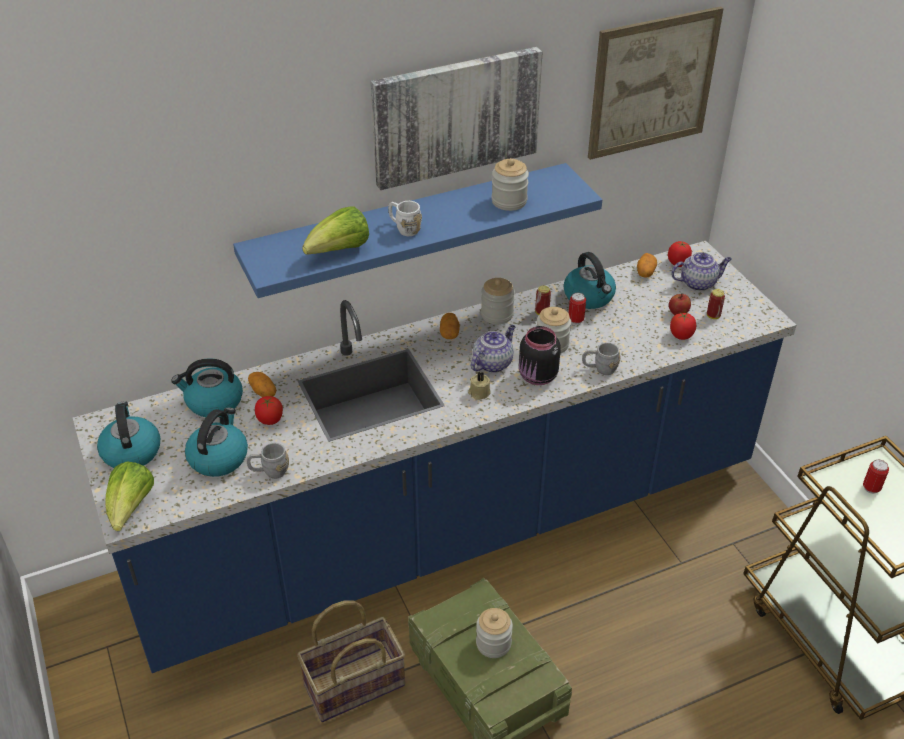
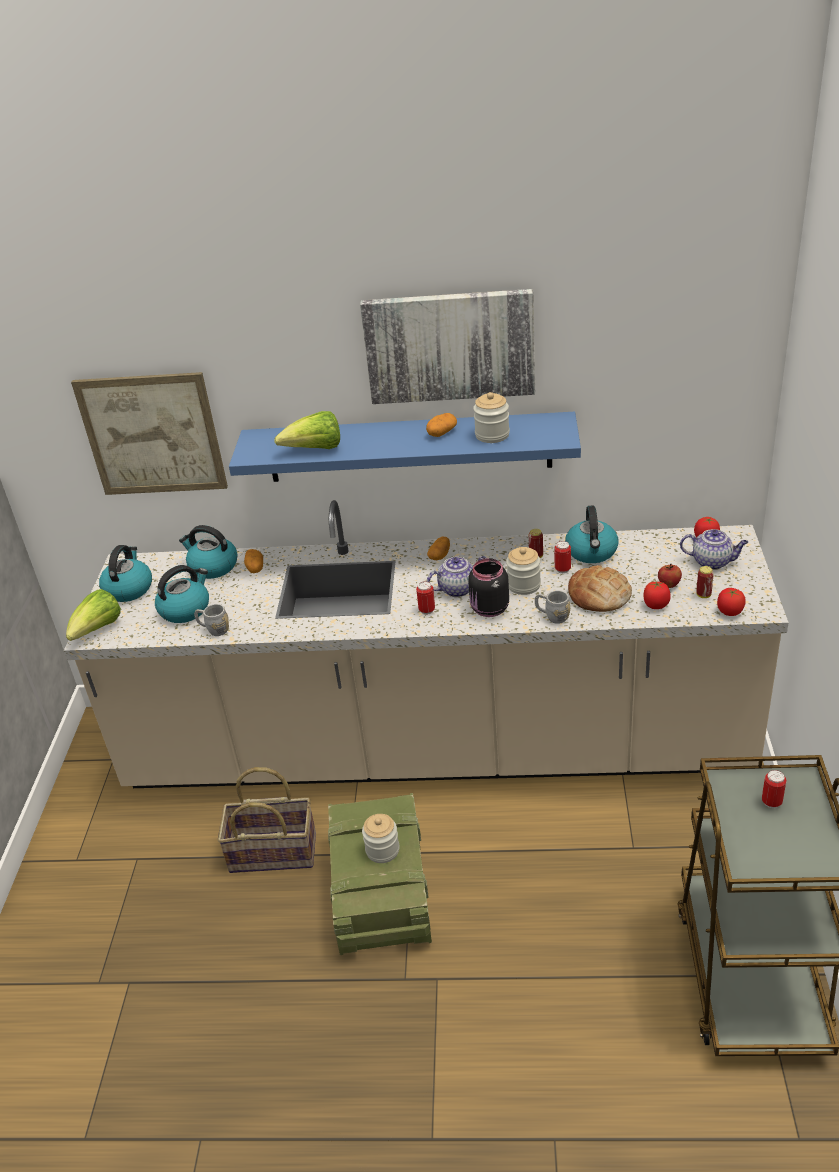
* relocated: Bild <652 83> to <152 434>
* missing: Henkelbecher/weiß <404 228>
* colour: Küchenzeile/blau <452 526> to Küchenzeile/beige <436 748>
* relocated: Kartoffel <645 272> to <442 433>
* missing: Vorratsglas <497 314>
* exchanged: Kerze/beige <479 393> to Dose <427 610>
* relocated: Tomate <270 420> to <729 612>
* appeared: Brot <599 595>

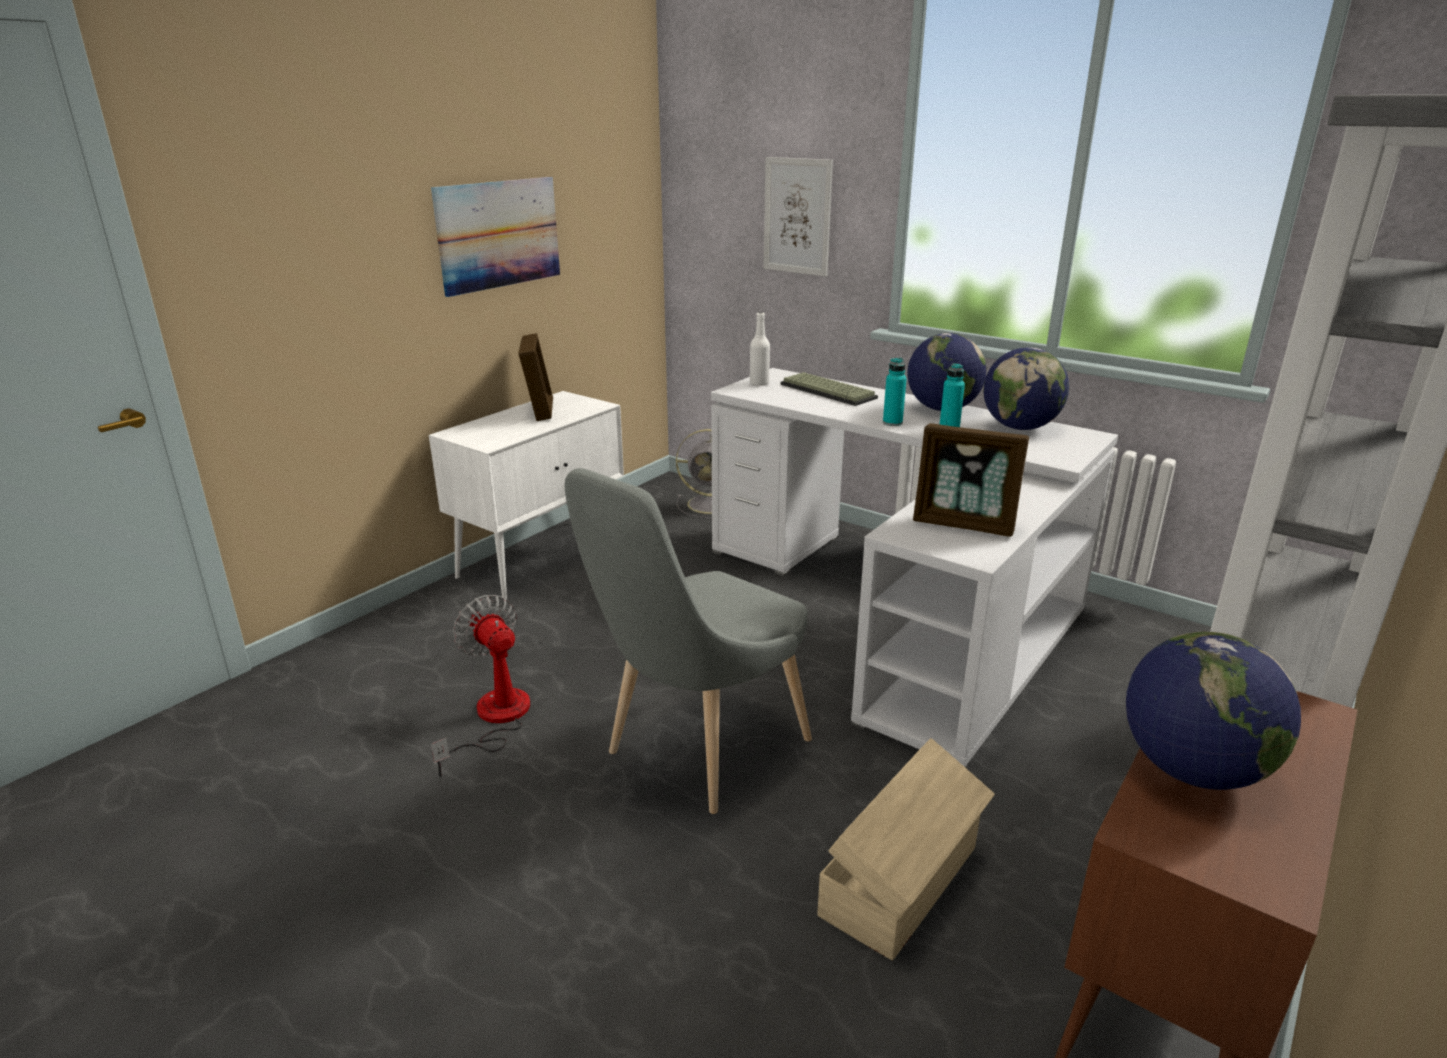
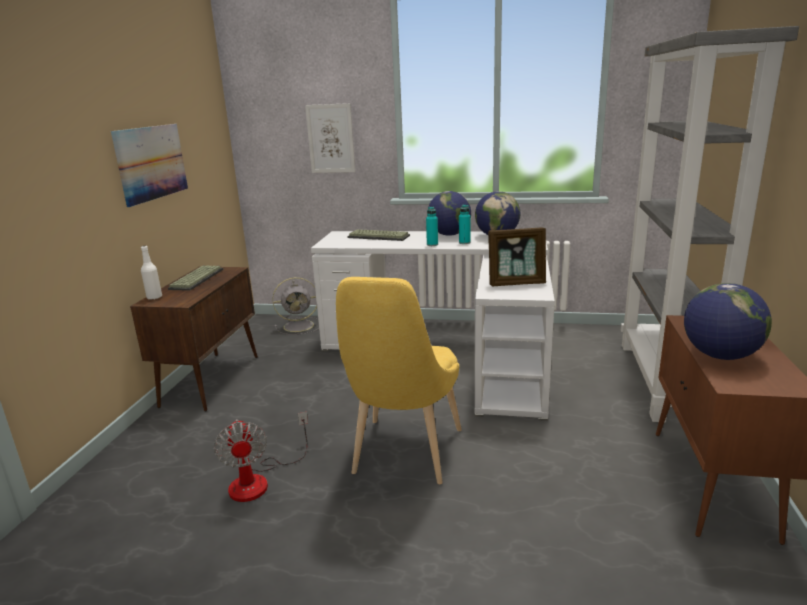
* relocated: Flasche/weiß <759 383> to <154 297>
* exchanged: Bilderrahmen <539 410> to Tastatur <196 279>
* colour: Schrank/weiß <543 557> to Schrank/braun <212 380>
* colour: Stuhl/grau <698 752> to Stuhl/gelb <404 456>
* spun: Ventilator <494 719> = <259 480> 135 degrees counterclockwise
* missing: Aufbewahrungsbox/beige <903 881>

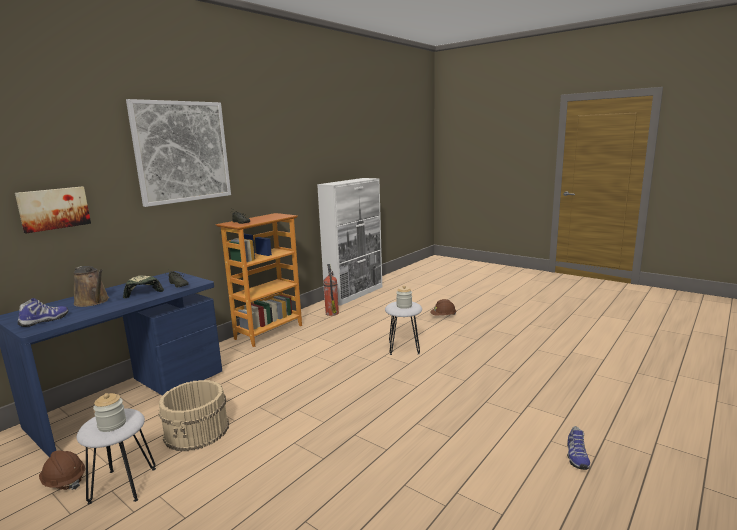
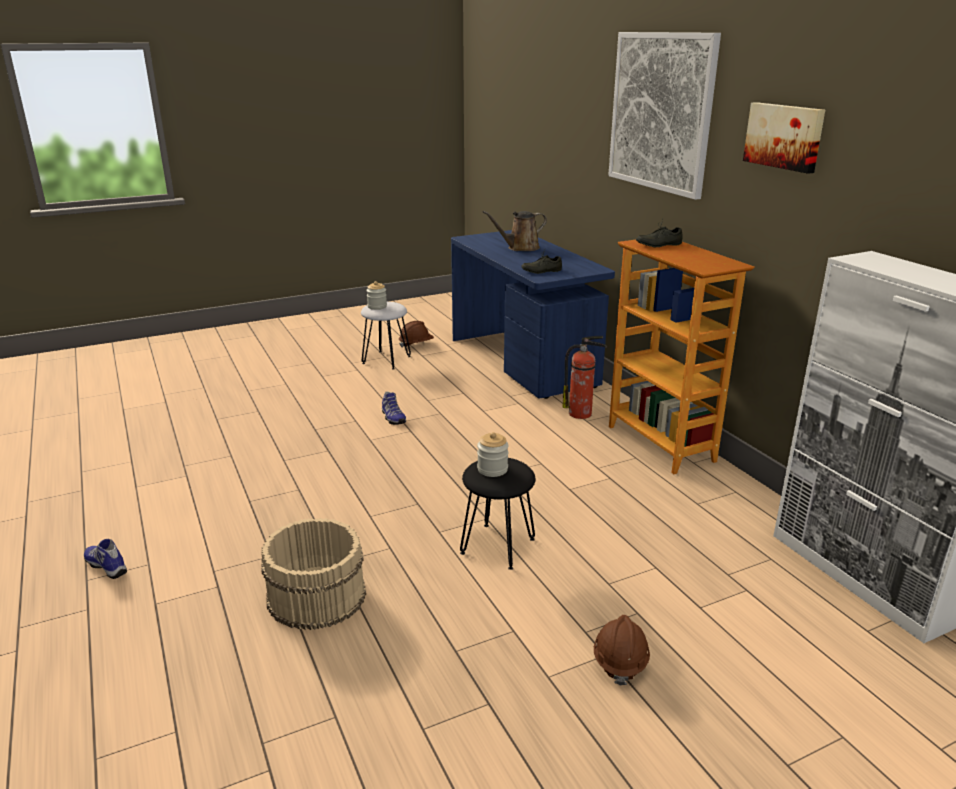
* relocated: Bild <53 208> to <784 136>
* relocated: Feuerlöscher <332 313> to <581 414>
* missing: Kappe <142 292>
* relocated: Schuh <45 321> to <392 418>
* colour: Hocker/weiß <404 347> to Hocker/schwarz <498 546>
* relocated: Eimer/beige <197 431> to <315 596>

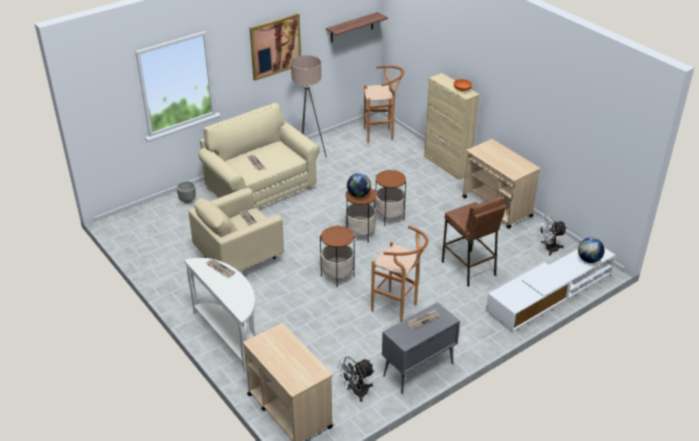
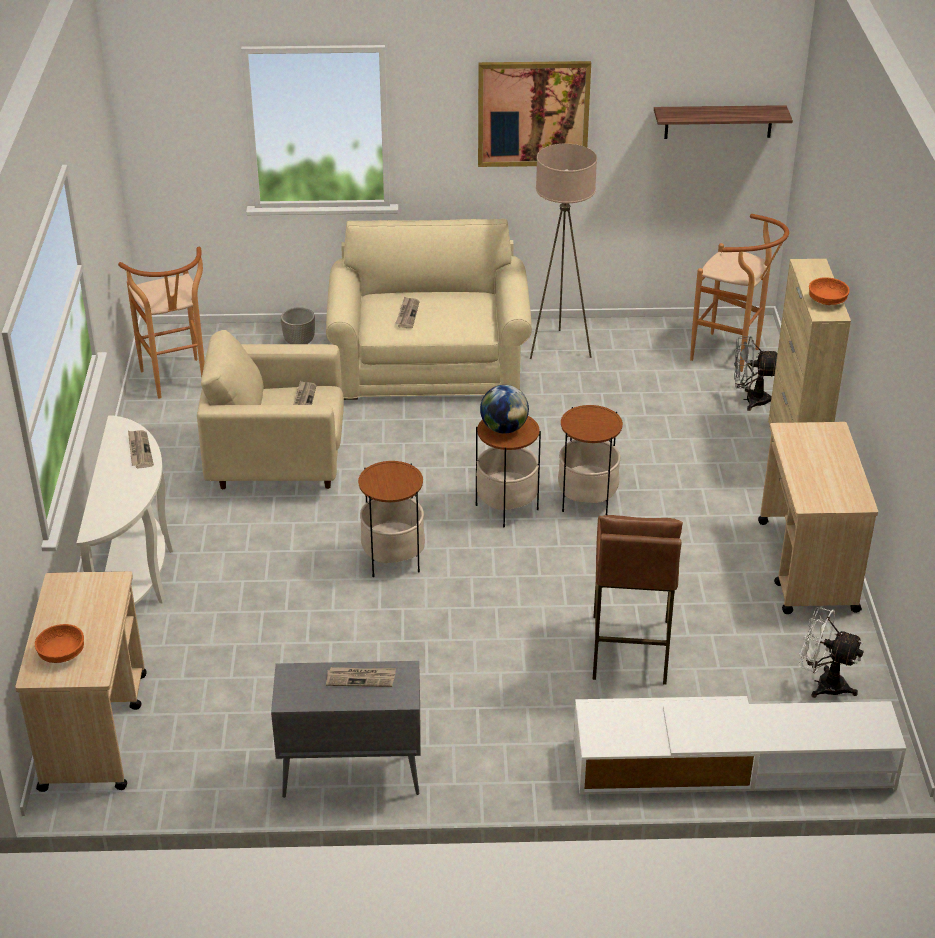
* relocated: Hocker/braun <398 308> to <177 382>
* missing: Globus <589 260>
* relocated: Ventilator/grau <356 392> to <750 400>
* appeared: Schüssel/orange <62 653>

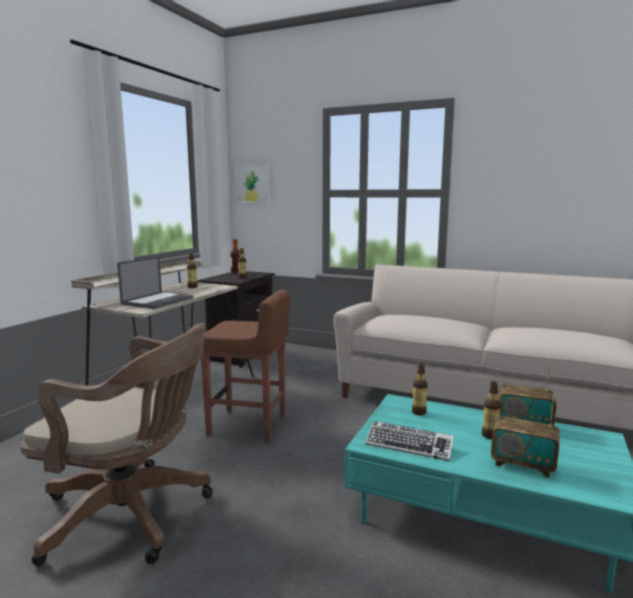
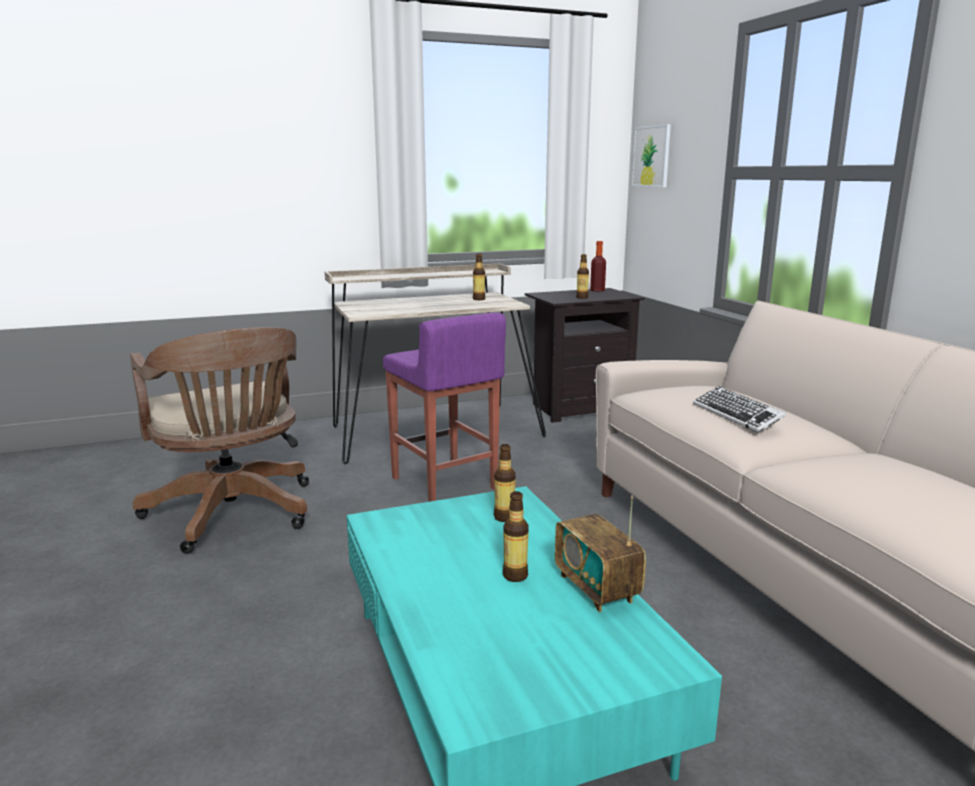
* missing: Laptop <158 301>
* colour: Hocker/braun <248 425> to Hocker/lila <444 483>
* missing: Radio <522 464>
* relocated: Tastatur <409 445> to <737 415>

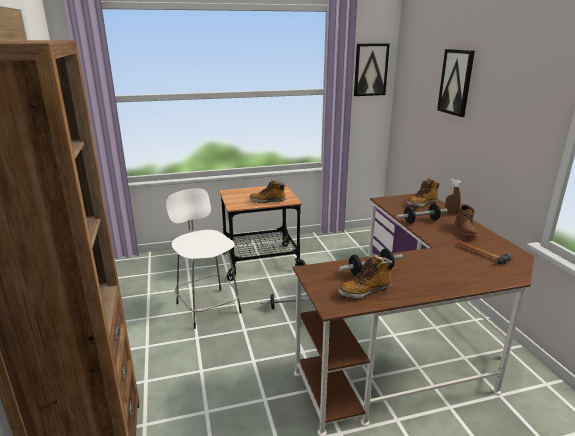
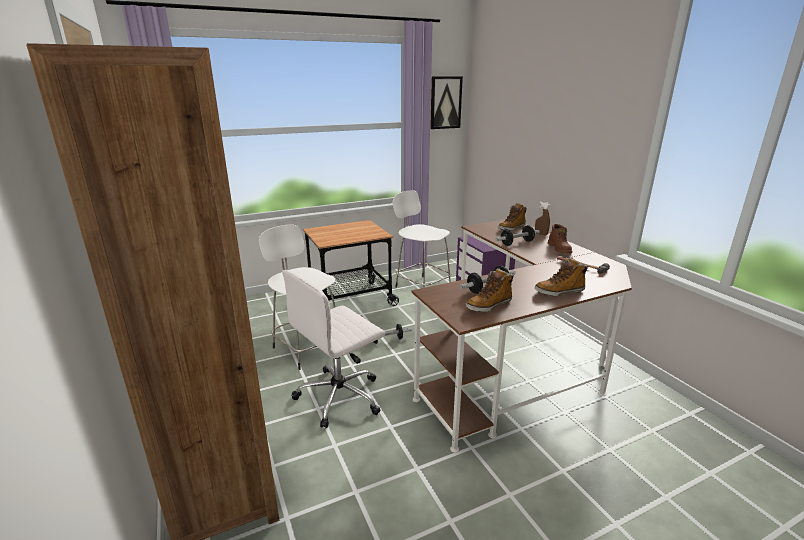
* missing: Bild <456 82>
* relocated: Stiefel <267 201> to <559 291>
* appeared: Hocker/weiß <421 286>
* appeared: Bürostuhl/weiß <340 396>

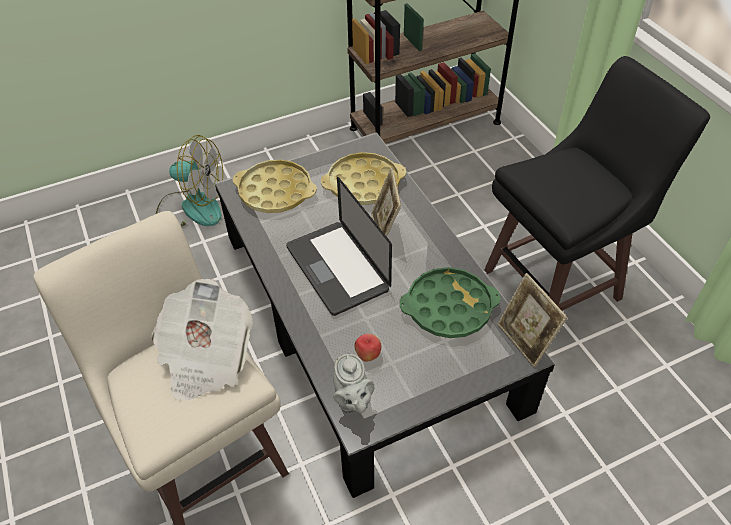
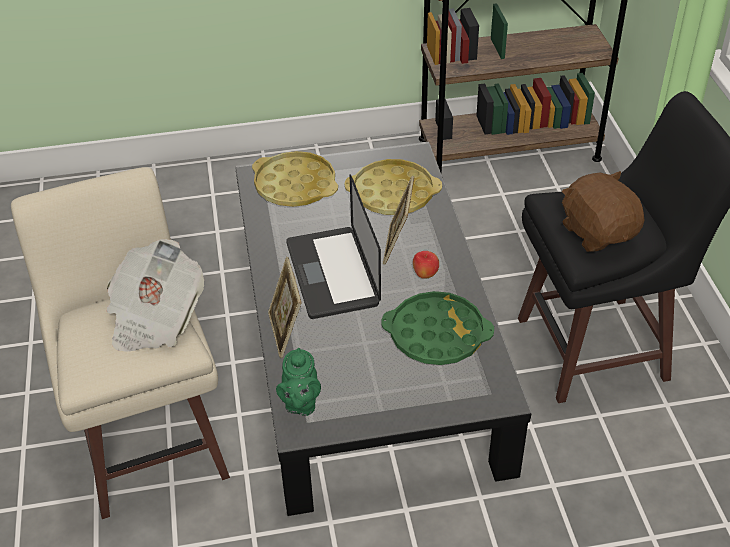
* missing: Ventilator <191 208>
* relocated: Bilderrahmen <524 341> to <286 333>
* relocated: Apfel <368 355> to <425 275>
* colour: Teekanne/grau <352 401> to Teekanne/grün <300 403>
* appeared: Plüschtier/braun <598 232>

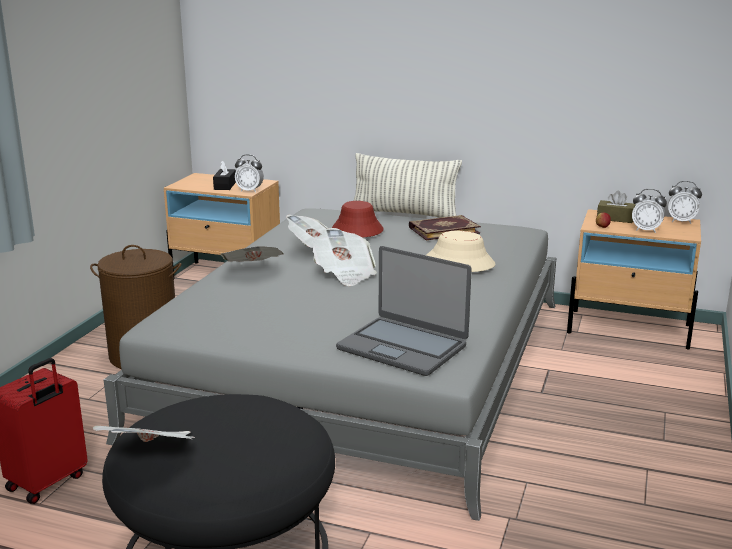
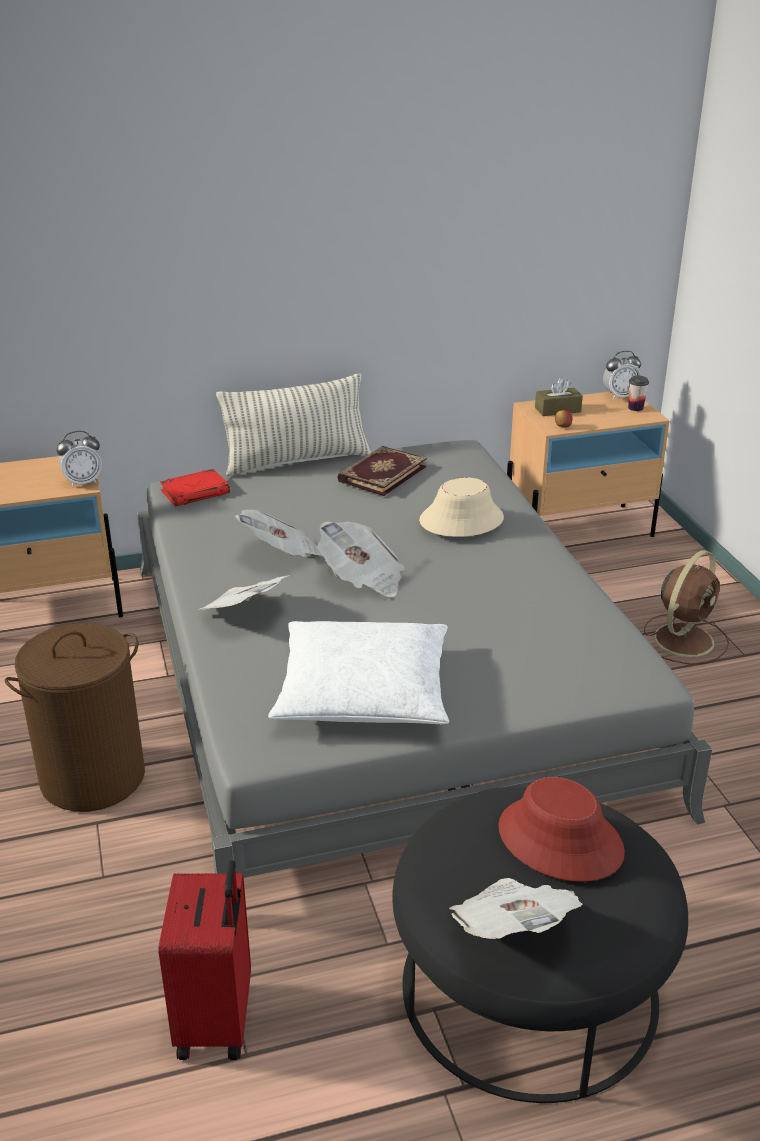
* missing: Taschentuchbox/schwarz <225 185>
* missing: Wecker <646 230>
* relocated: Hut/rot <357 230> to <559 840>
* missing: Laptop <403 347>
* appeared: Tasse <635 408>
* appeared: Buch/rot <196 492>
* appeared: Ventilator/braun <685 639>
* appeared: Kissen/weiß <363 691>

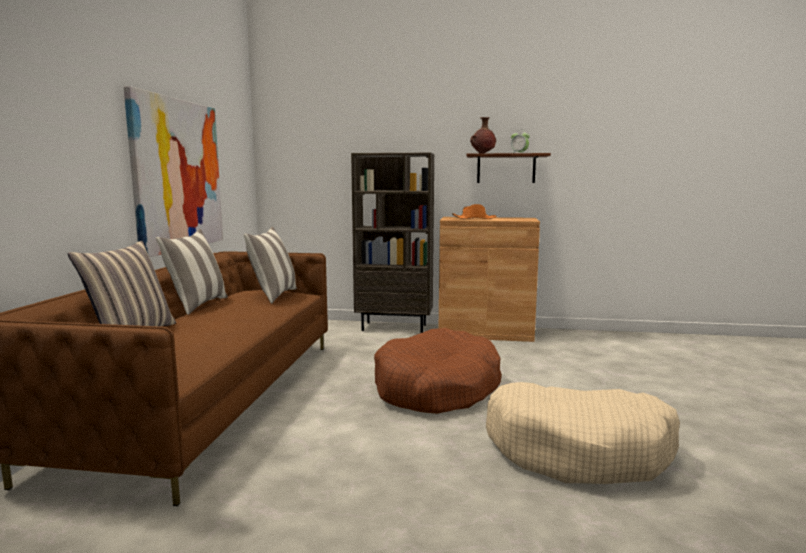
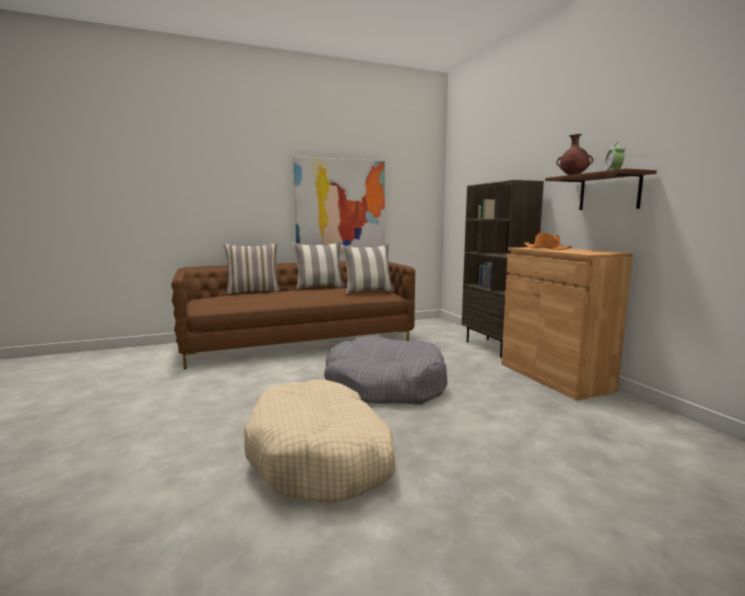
* colour: Hundebett/braun <436 388> to Hundebett/grau <385 386>

